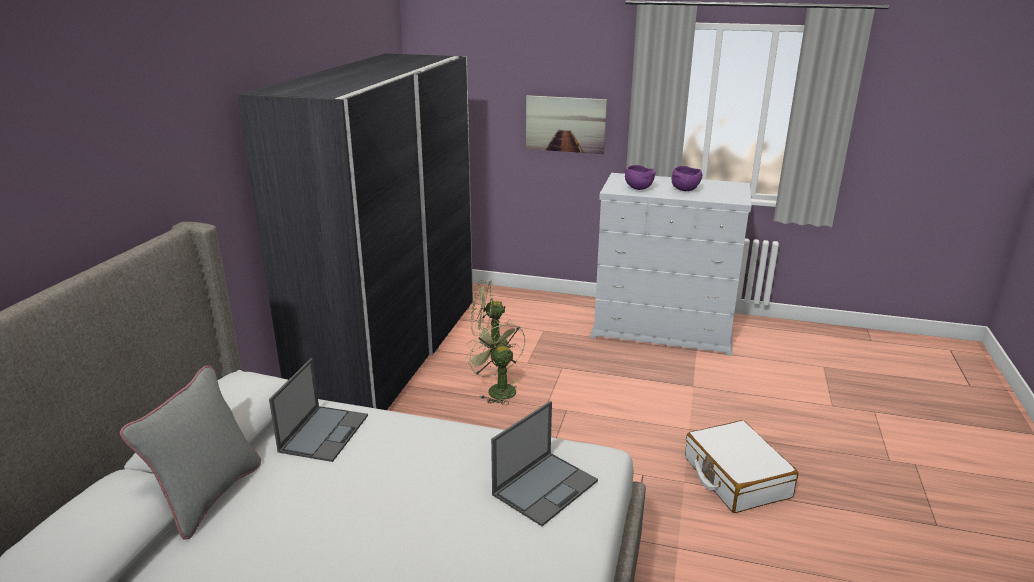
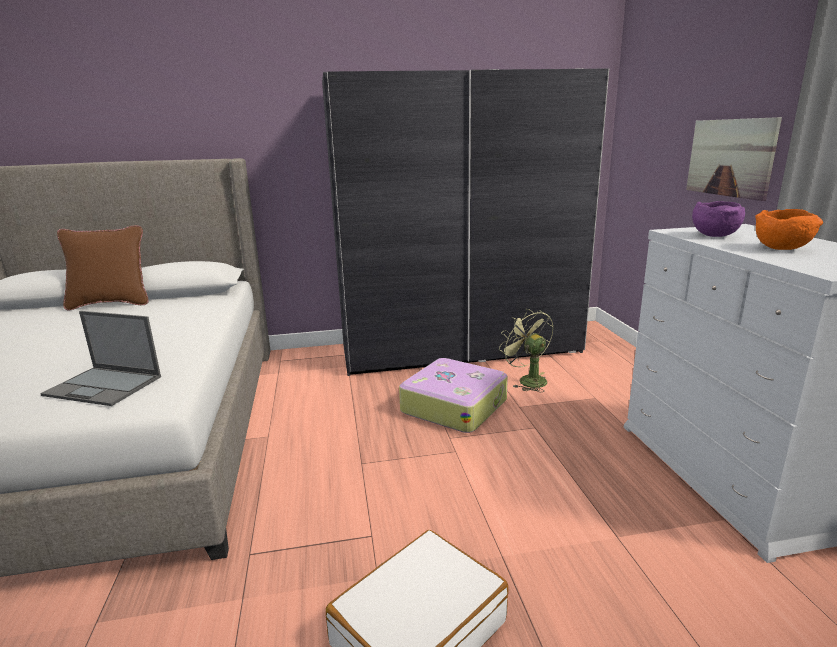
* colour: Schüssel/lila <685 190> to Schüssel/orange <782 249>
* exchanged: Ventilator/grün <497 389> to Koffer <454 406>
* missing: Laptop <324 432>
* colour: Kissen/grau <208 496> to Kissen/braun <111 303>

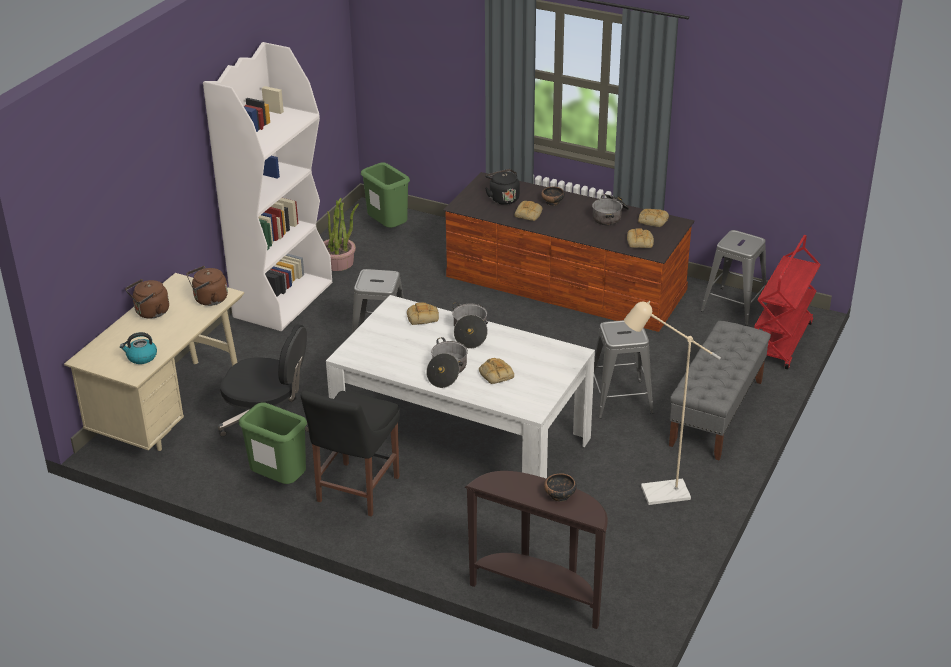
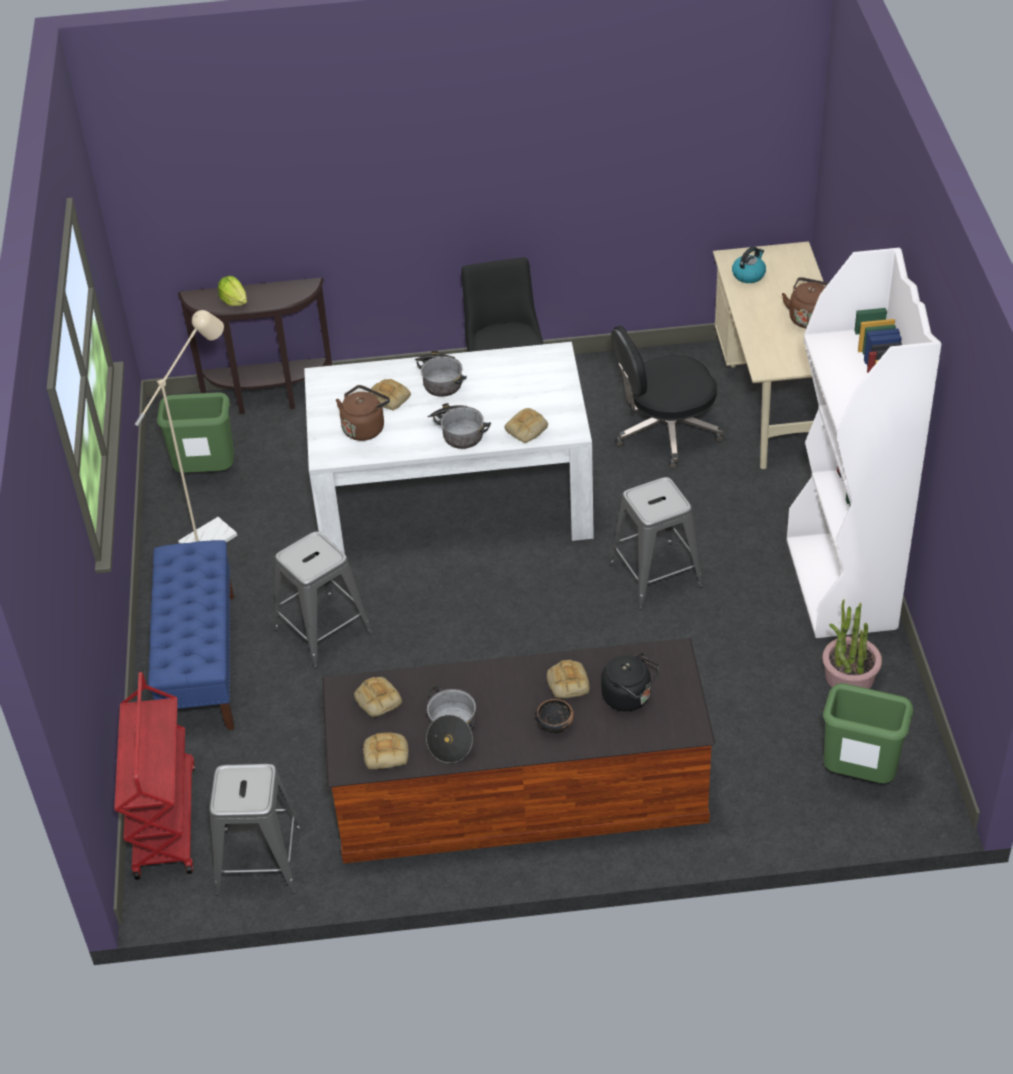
* relocated: Wasserkessel/braun <209 300> to <365 428>
* colour: Bank/grau <716 413> to Bank/blau <200 663>
* relocated: Mülleimer/grün <278 482> to <207 473>
* exchanged: Schüssel <559 495> to Salatkopf <234 301>

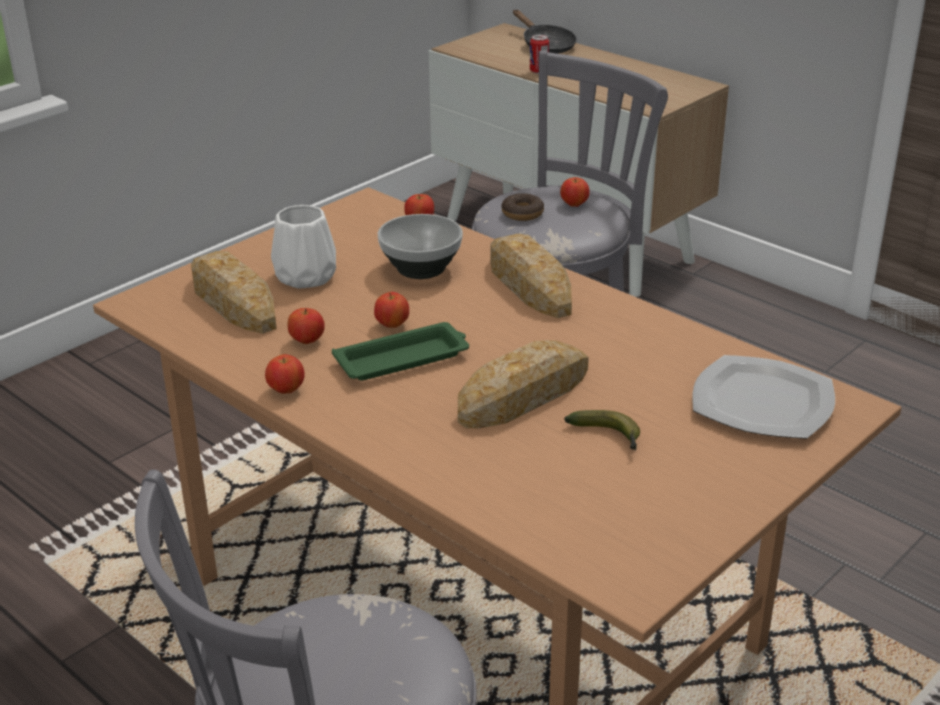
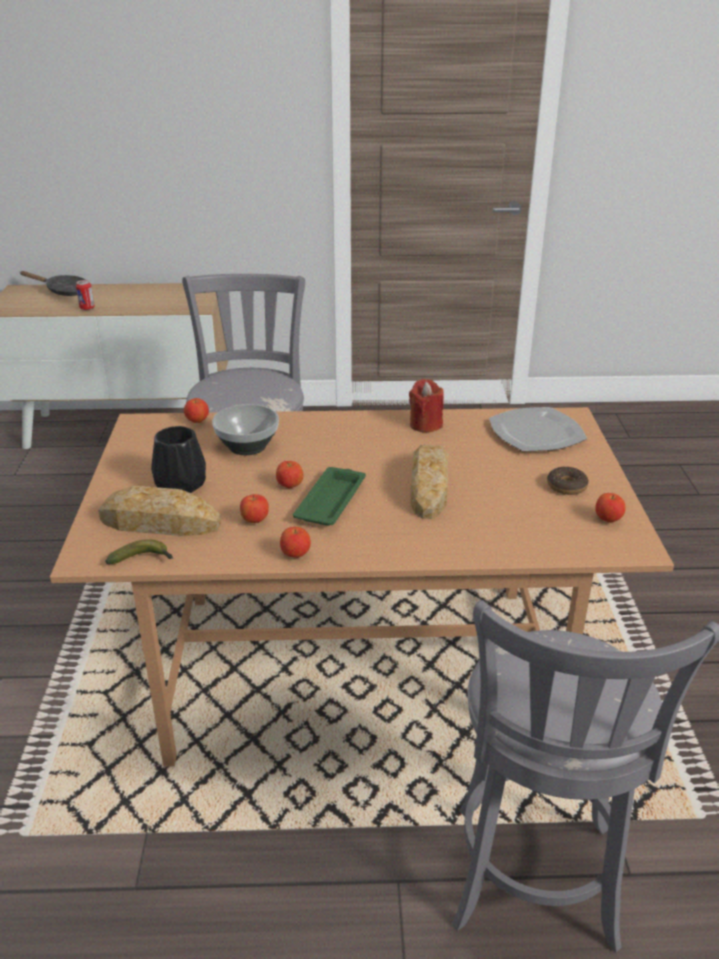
* relocated: Apfel <574 204> to <608 519>
* relocated: Donut <522 213> to <566 486>
* colour: Vase/weiß <307 276> to Vase/schwarz <182 484>
* missing: Brot <529 285>
* relocated: Banane <609 437> to <143 560>
* appeared: Kerze/rot <425 425>

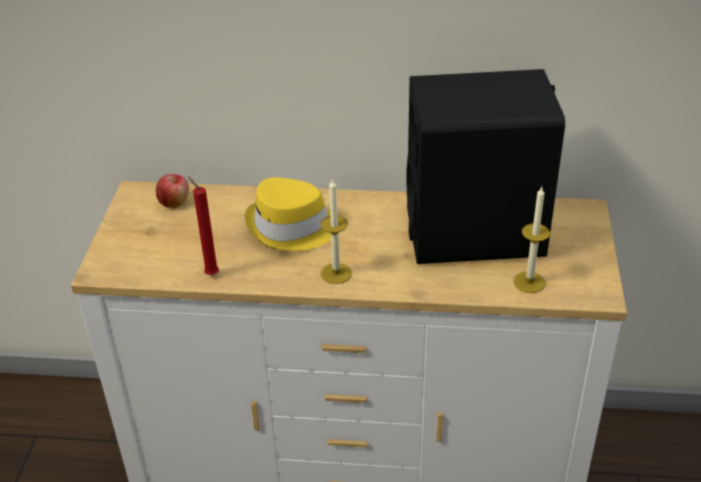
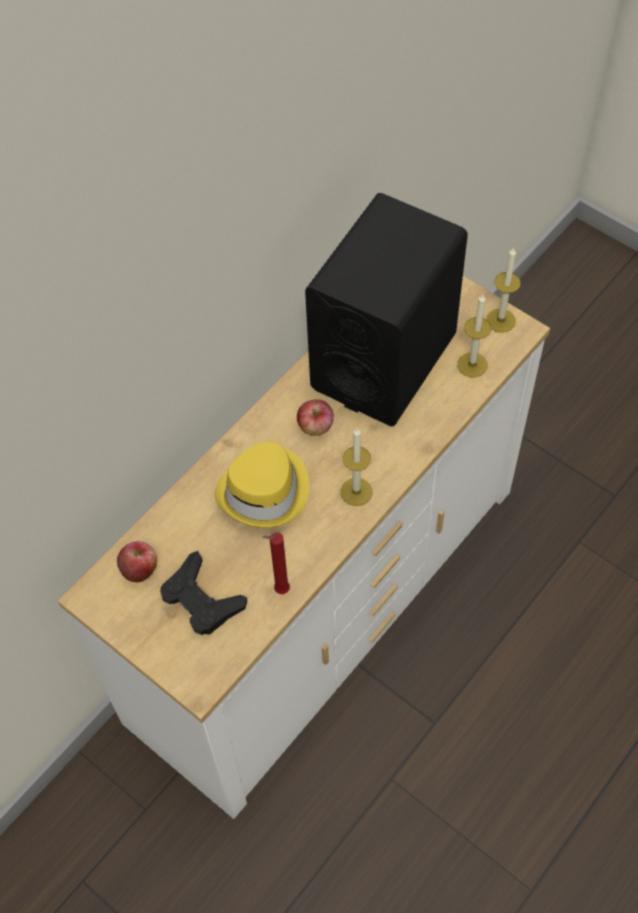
* appeared: Kerze <500 320>
* appeared: Apfel <315 426>
* appeared: Gamepad/schwarz <201 599>

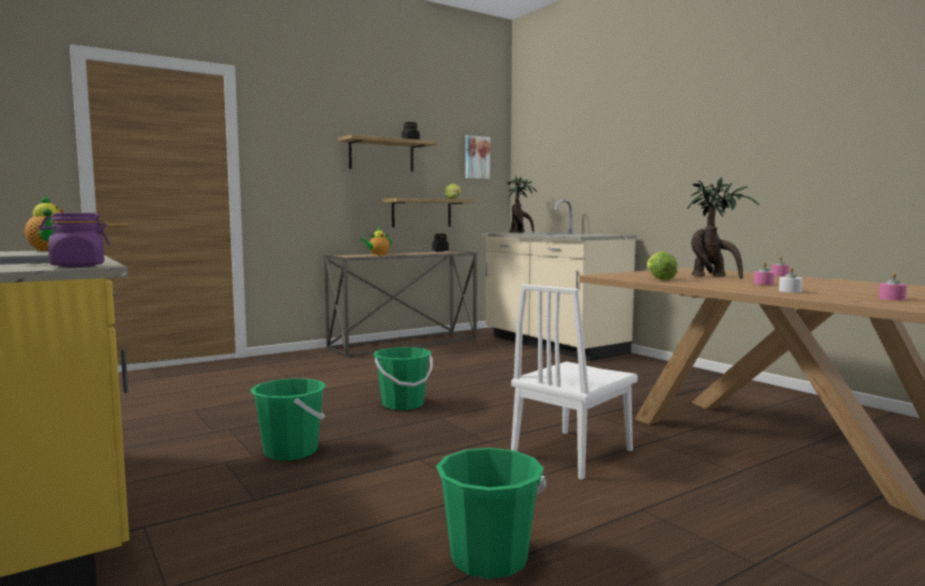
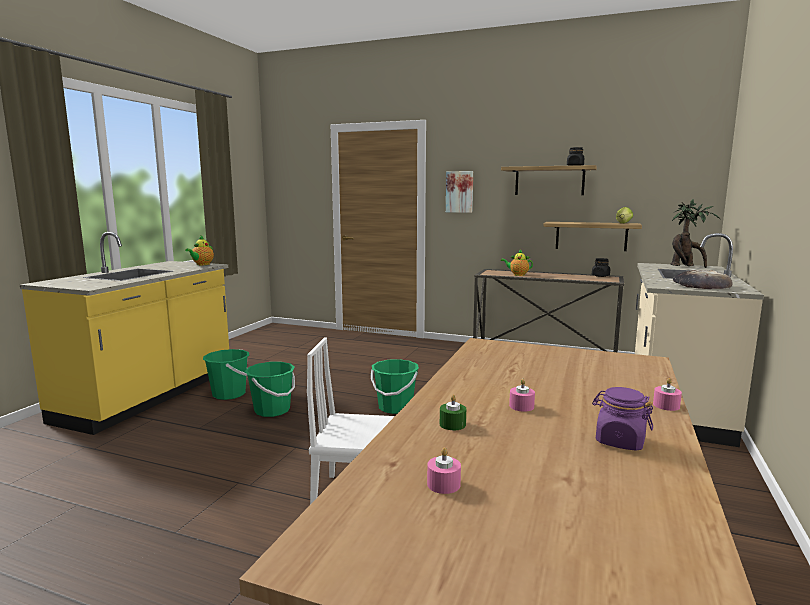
* relocated: Bild <476 157> to <459 192>
* missing: Topfpflanze <713 277>
* relocated: Vorratsglas/lila <77 266> to <619 441>
* missing: Salatkopf <658 279>
* colour: Kerze/weiß <790 291> to Kerze/grün <452 424>
* relocated: Eimer/grün <489 559> to <229 394>
* appeared: Brot <701 285>

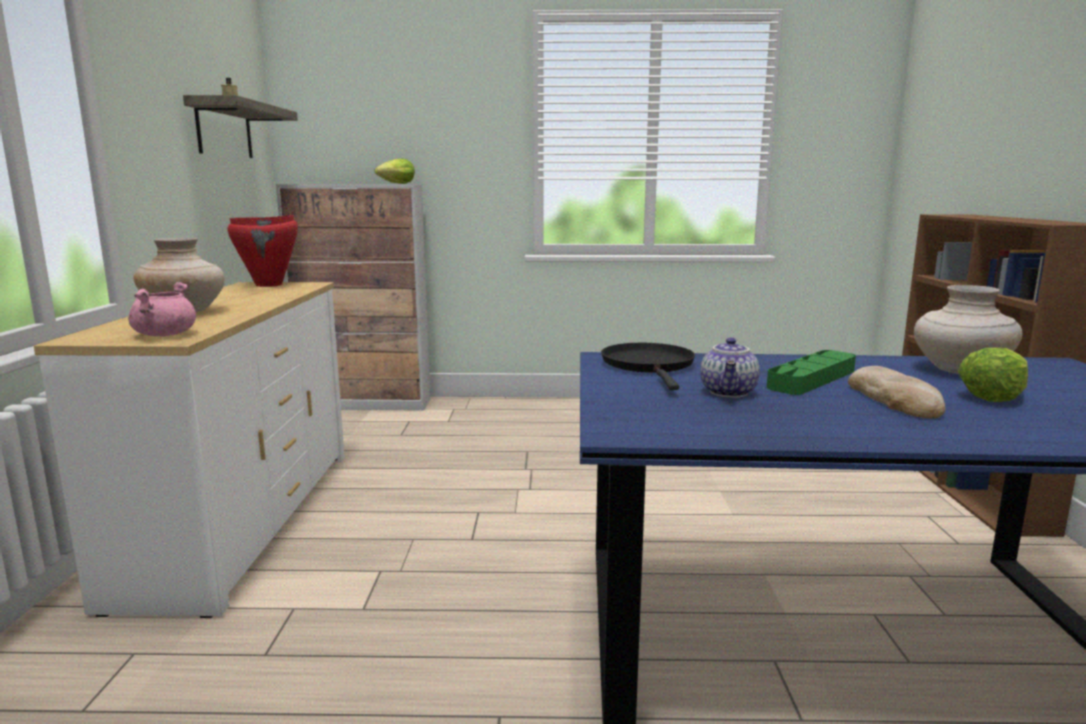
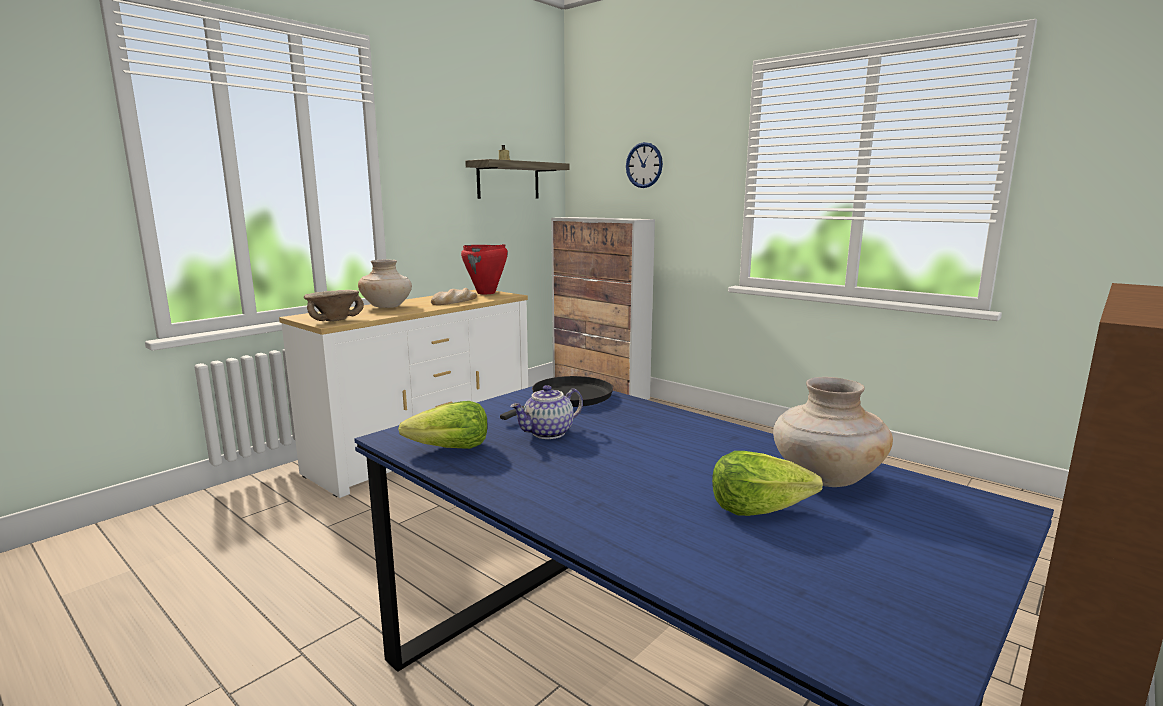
* relocated: Salatkopf <397 183> to <449 449>
* exchanged: Kochtopf/rosa <165 334> to Schüssel/beige <334 320>
* missing: Tablett/grün <812 379>
* relocated: Brot <894 399> to <454 301>
* appeared: Wanduhr <644 165>

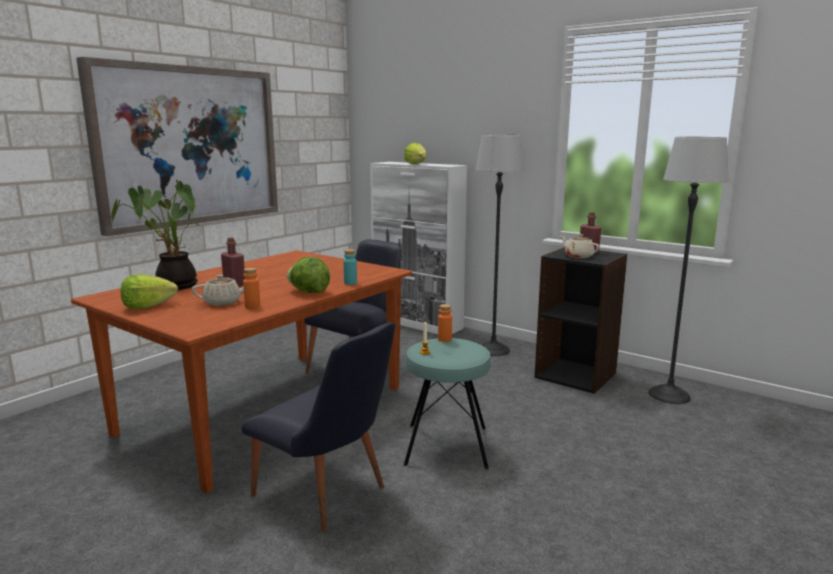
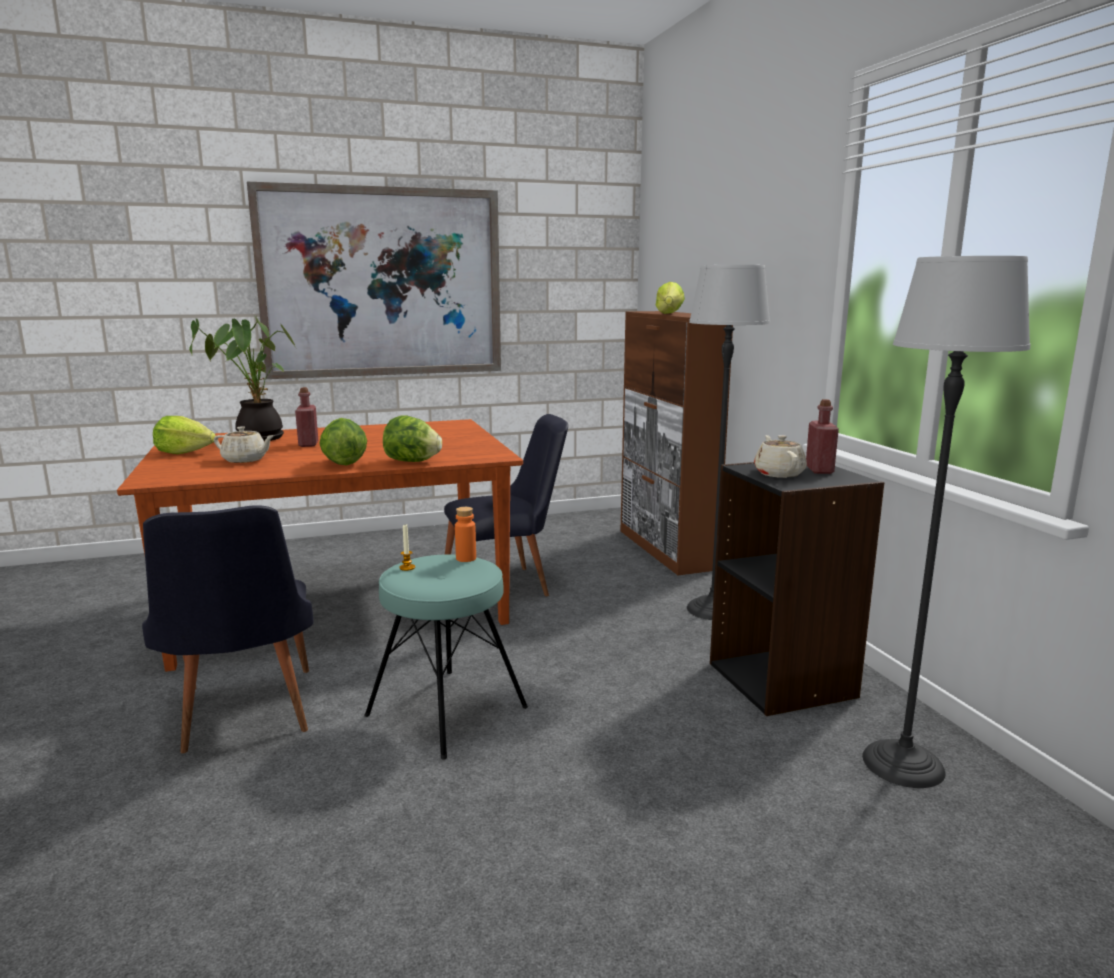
* colour: Schrank/weiß <417 323> to Schrank/braun <666 549>
* exchanged: Flasche/türkis <350 283> to Salatkopf <412 461>
* missing: Flasche/orange <252 306>

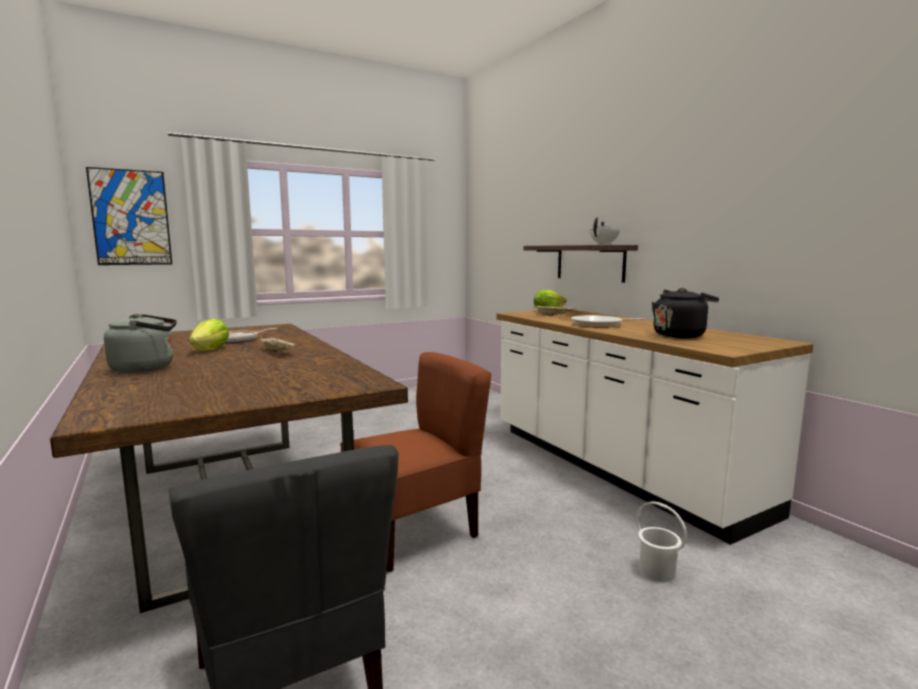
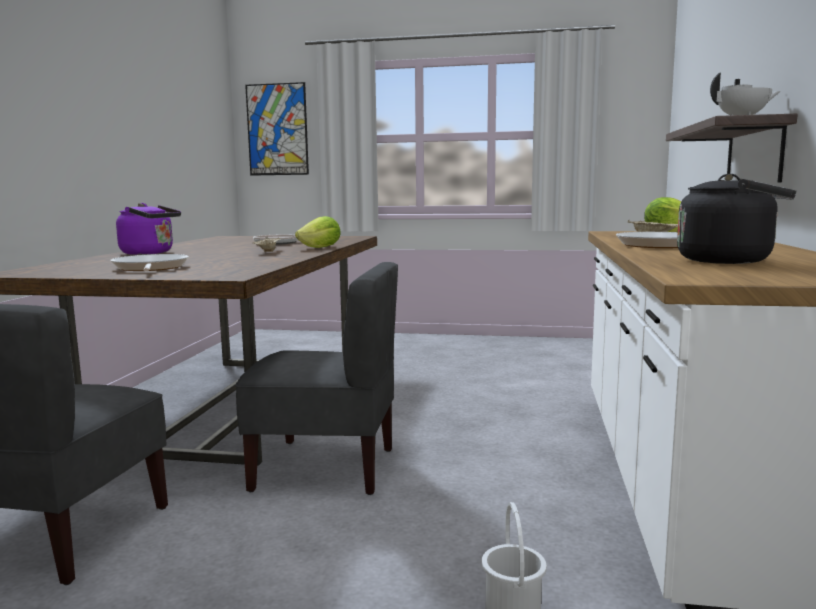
* colour: Wasserkessel/grau <147 368> to Wasserkessel/lila <150 253>
* relocated: Salatkopf <211 350> to <321 248>
* colour: Stuhl/braun <413 531> to Stuhl/grau <326 468>
* appeared: Pfanne <150 268>

